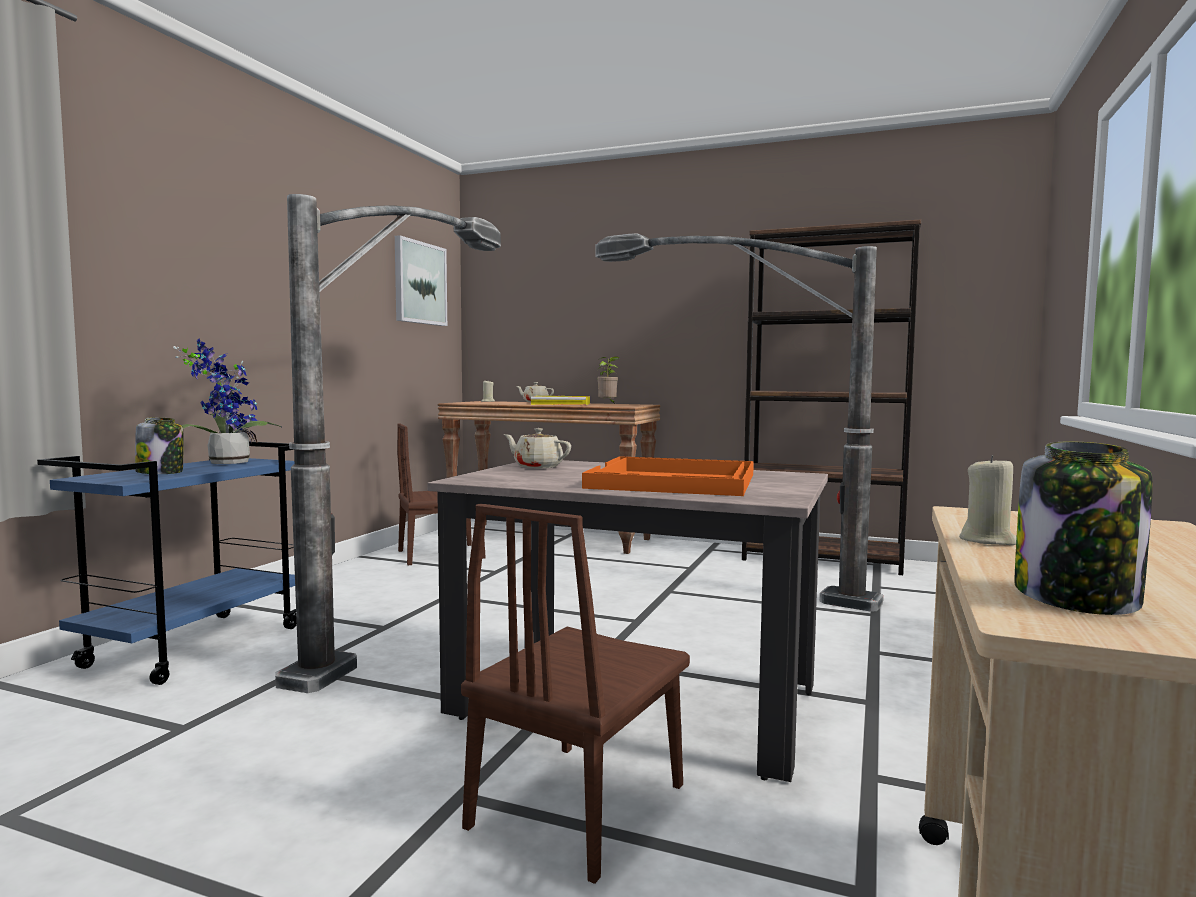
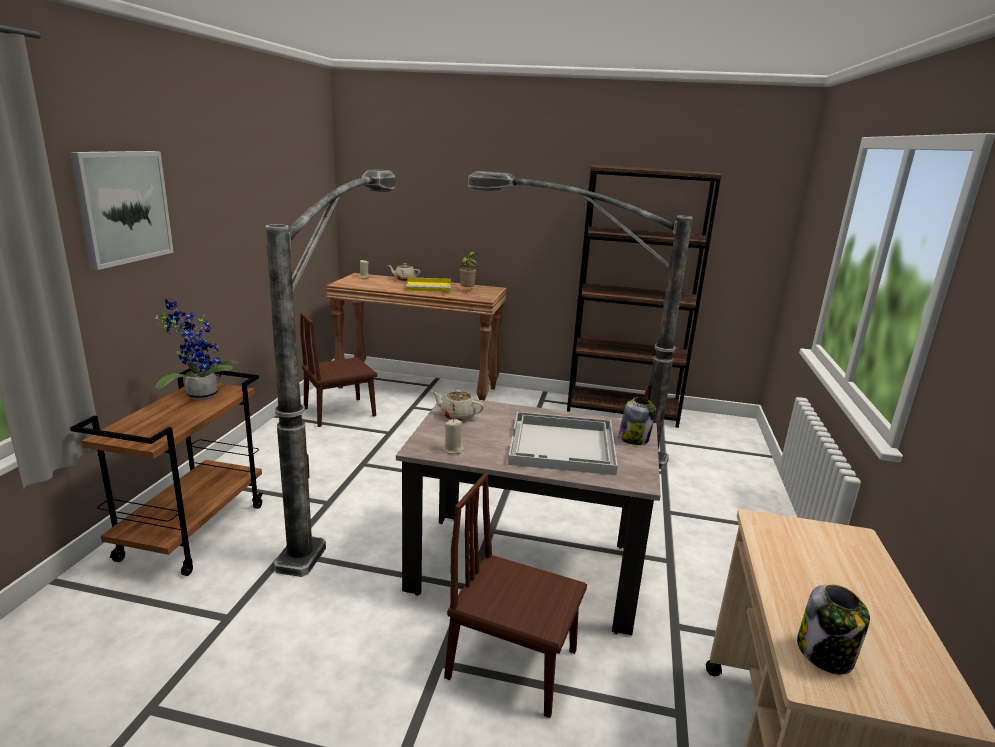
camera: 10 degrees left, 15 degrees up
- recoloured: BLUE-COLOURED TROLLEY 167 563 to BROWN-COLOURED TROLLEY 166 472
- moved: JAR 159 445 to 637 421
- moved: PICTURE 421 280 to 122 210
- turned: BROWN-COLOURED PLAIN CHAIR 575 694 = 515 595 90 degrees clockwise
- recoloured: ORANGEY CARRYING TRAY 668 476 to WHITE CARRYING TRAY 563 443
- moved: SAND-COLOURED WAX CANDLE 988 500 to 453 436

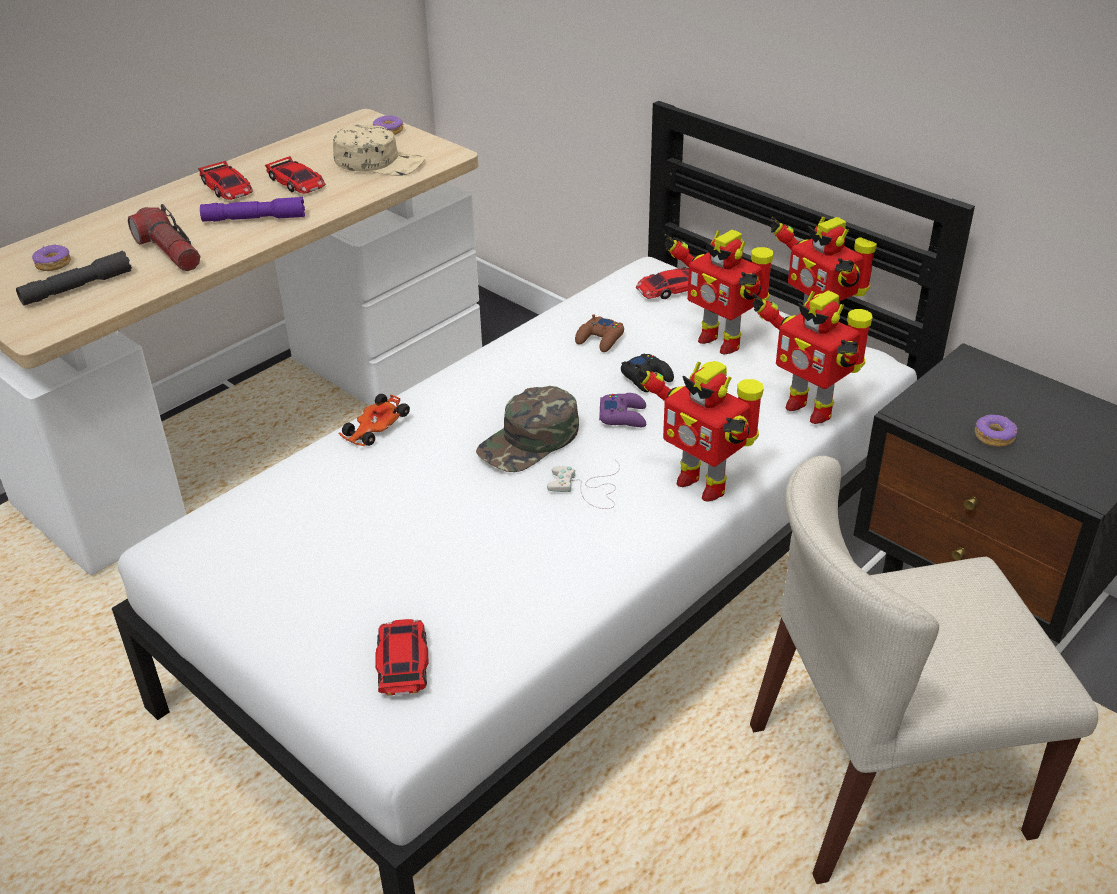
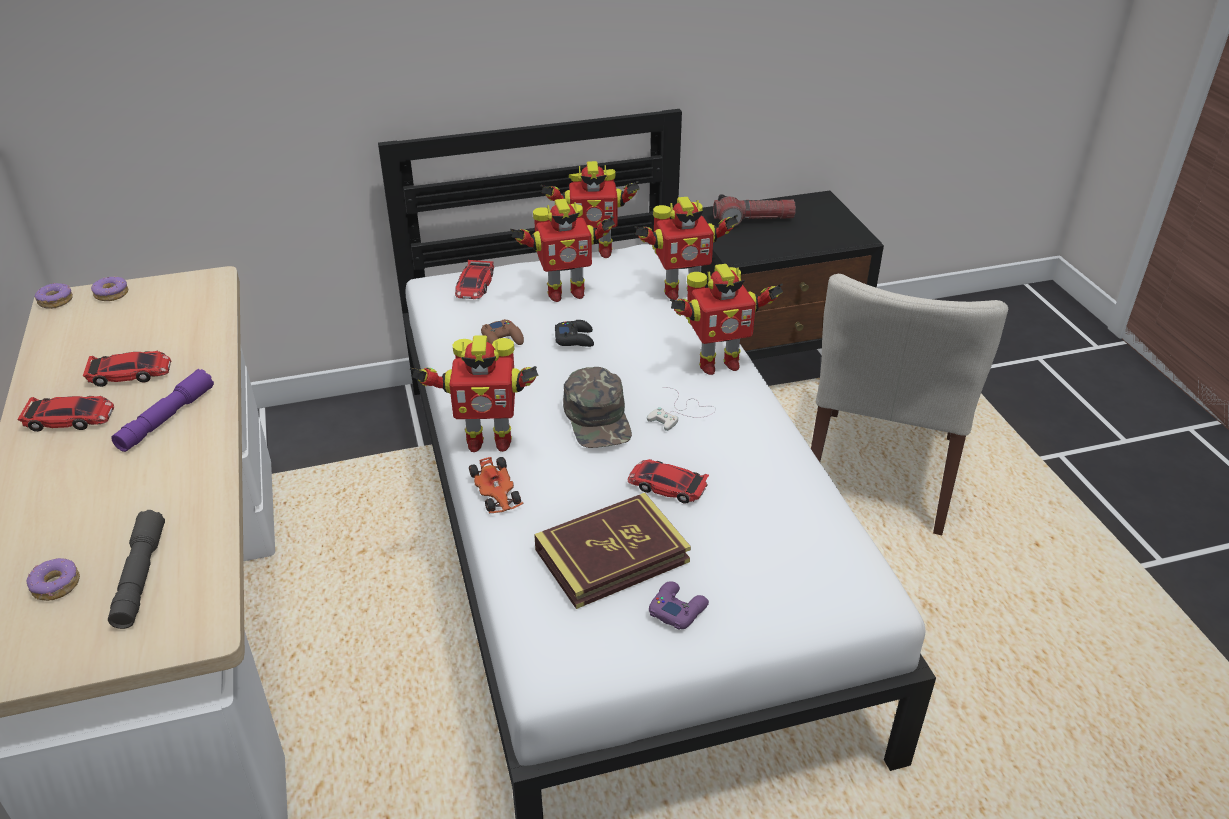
camera: 60 degrees left, 0 degrees up
- moved: HAND TORCH 164 237 to 754 210
- removed: SAND-COLOURED CAP 379 150
- moved: TOY CAR 402 657 to 668 481
- moved: PURPLISH JOYPAD 622 410 to 679 605
- moved: DOUGHNUT 996 431 to 54 296
- added: ROBOT FIGURE 474 393
- added: BOUND BOOK 612 551

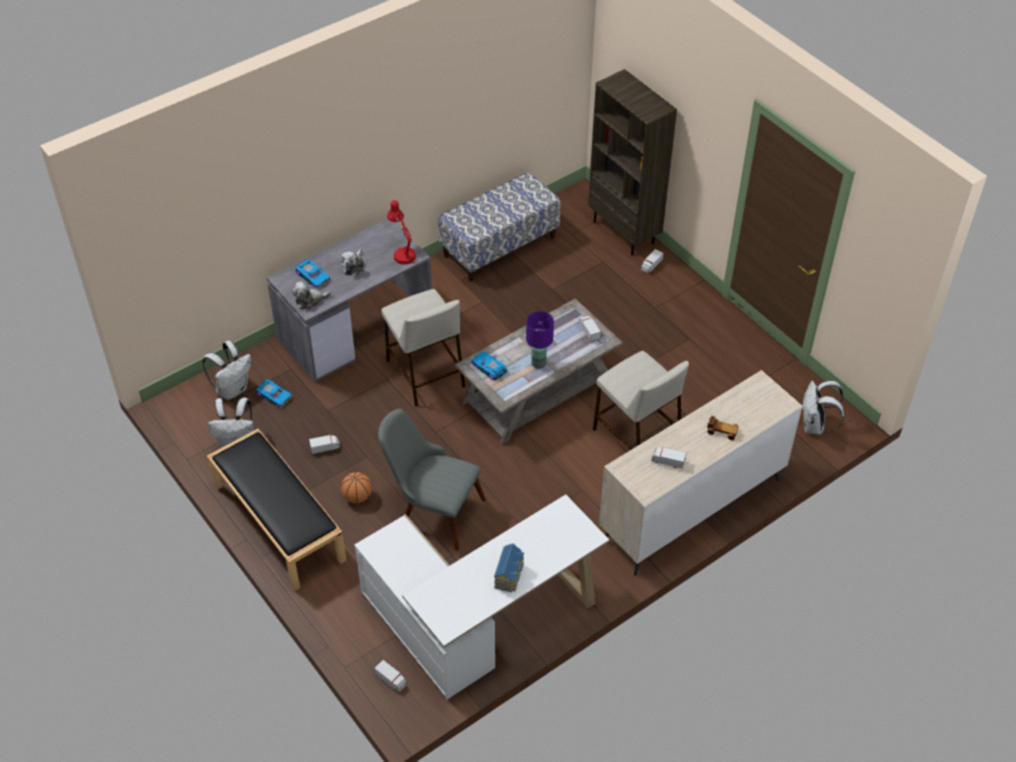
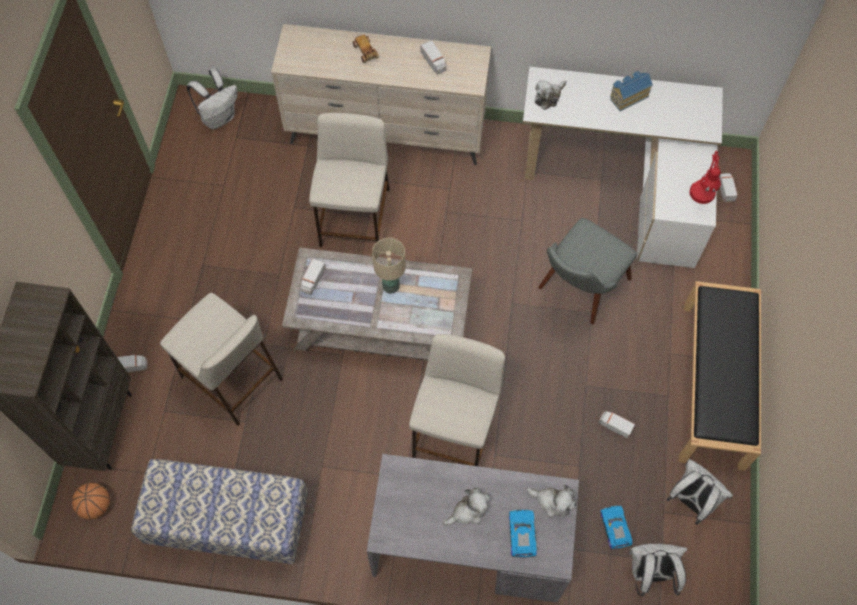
camera: 135 degrees left, 15 degrees up
- moved: BASKETBALL BALL 356 487 to 91 501
- turned: GREY PLAIN CHAIR 432 479 = 587 271 60 degrees clockwise
- moved: RED TABLETOP LAMP 401 232 to 705 177
- removed: TOY CAR 489 366
- recoloured: PURPLISH TABLETOP LAMP 540 340 to SAND-COLOURED TABLETOP LAMP 389 266
- added: SAND-COLOURED STOOL 221 359
- added: CUDDLY TOY 551 95

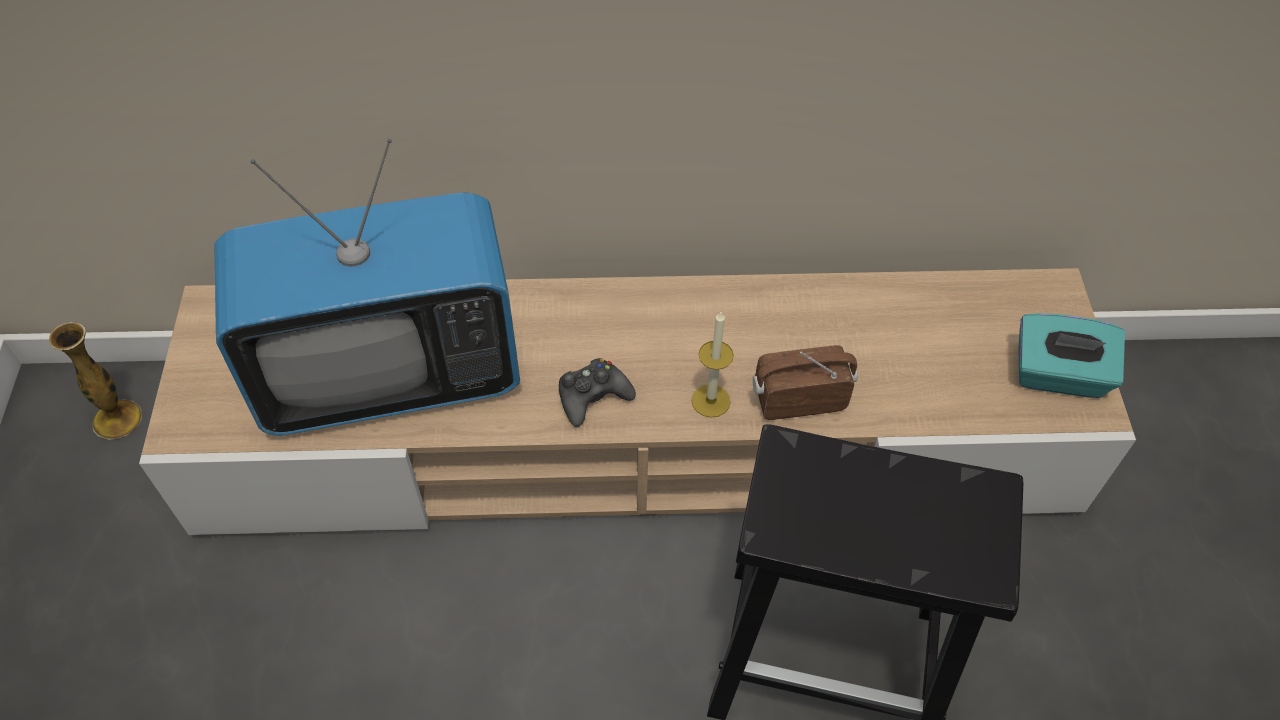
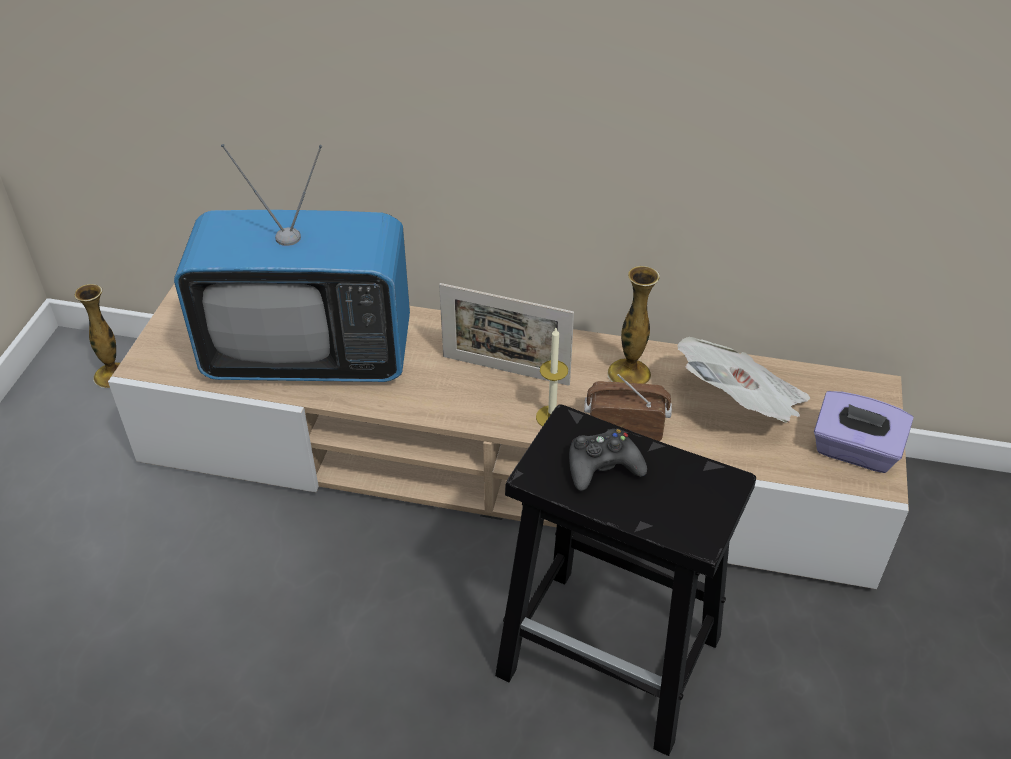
camera: 15 degrees right, 10 degrees down
- moved: BLACKISH JOYPAD 597 392 to 608 460
- recoloured: TURQUOISE-COLOURED TISSUE BOX 1071 355 to PURPLISH TISSUE BOX 864 432
- added: STANDING FRAME 506 334
- added: DECORATIVE VASE 634 325
- added: DAILY PAPER 743 380

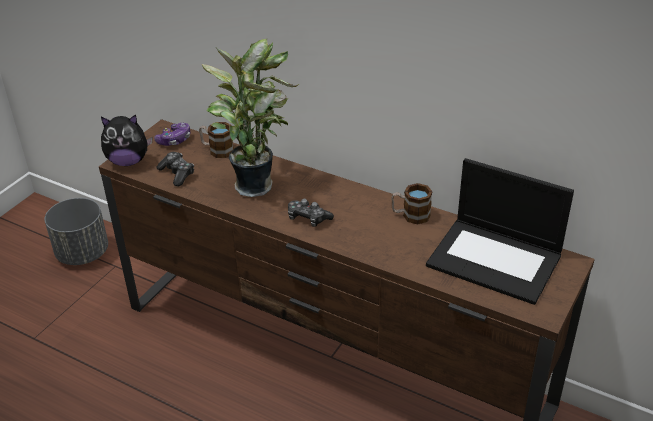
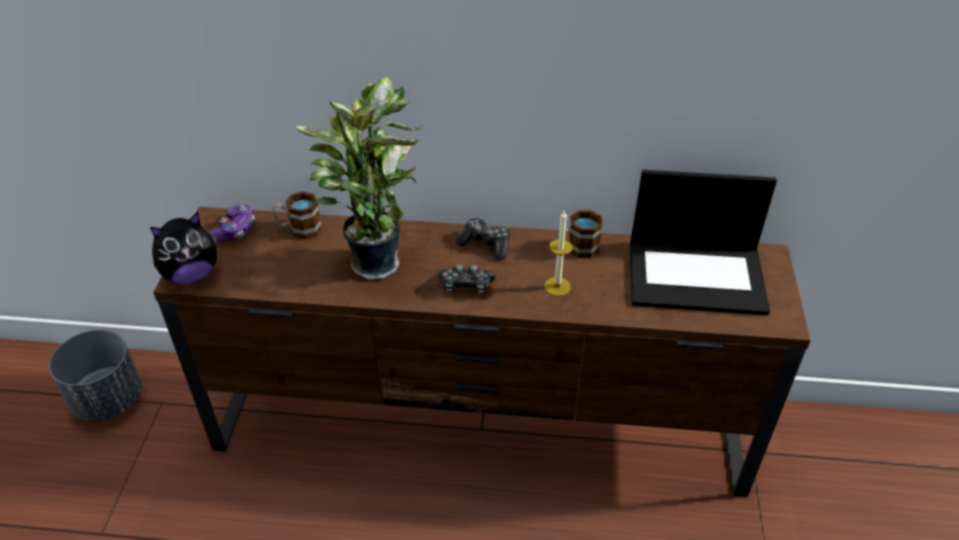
camera: 25 degrees left, 5 degrees up
- moved: JOYPAD 175 169 to 483 239
- added: WAX CANDLE 558 253

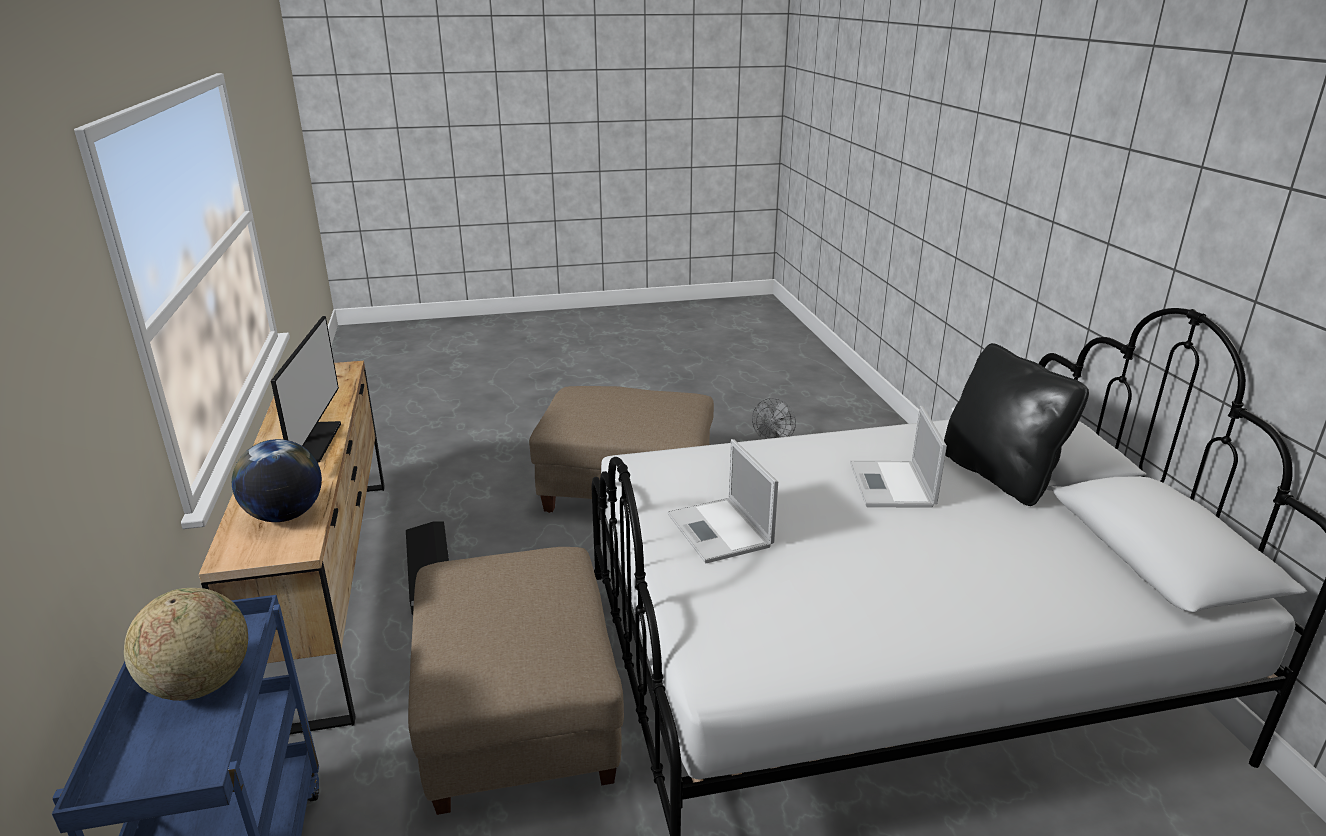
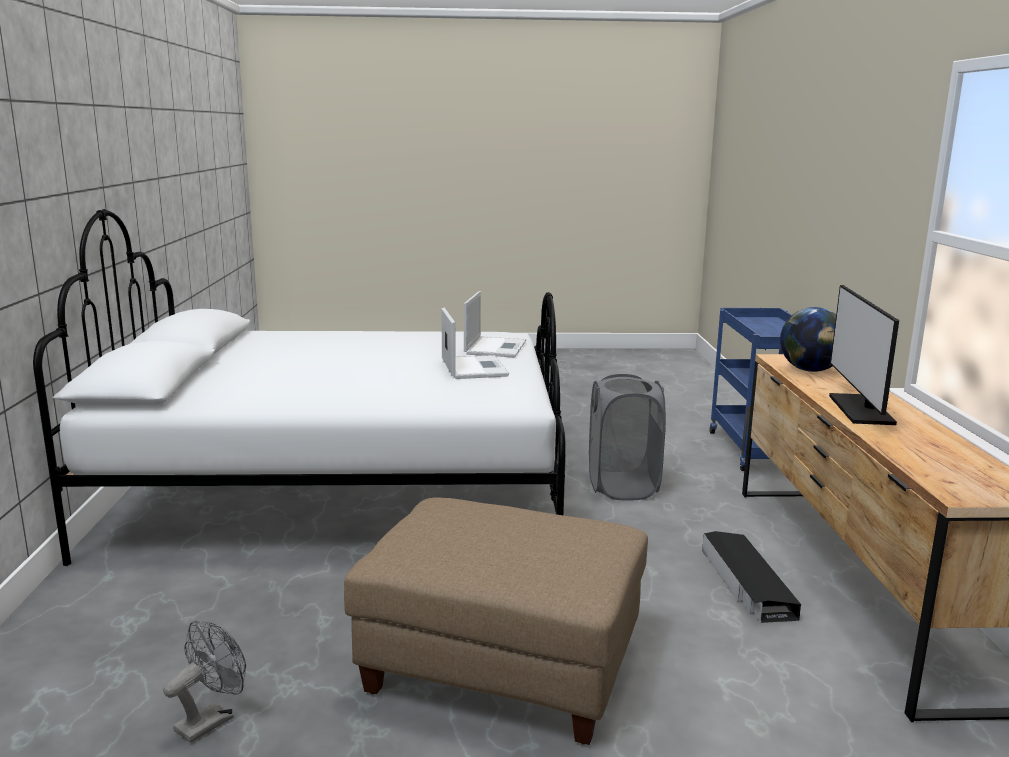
camera: 170 degrees left, 10 degrees down
- removed: DESK GLOBE 186 644
- replaced: SAND-COLOURED OTTOMAN 516 681 to GREY HAMPER 627 437
- moved: LAPTOP 898 457 to 495 324
- removed: BLACKISH THROW PILLOW 1016 424

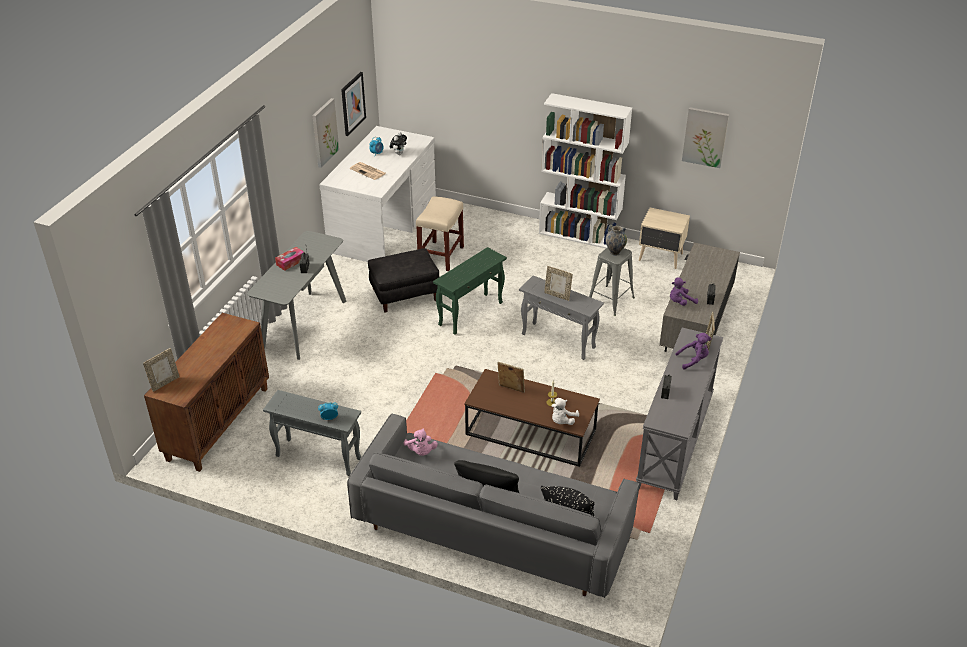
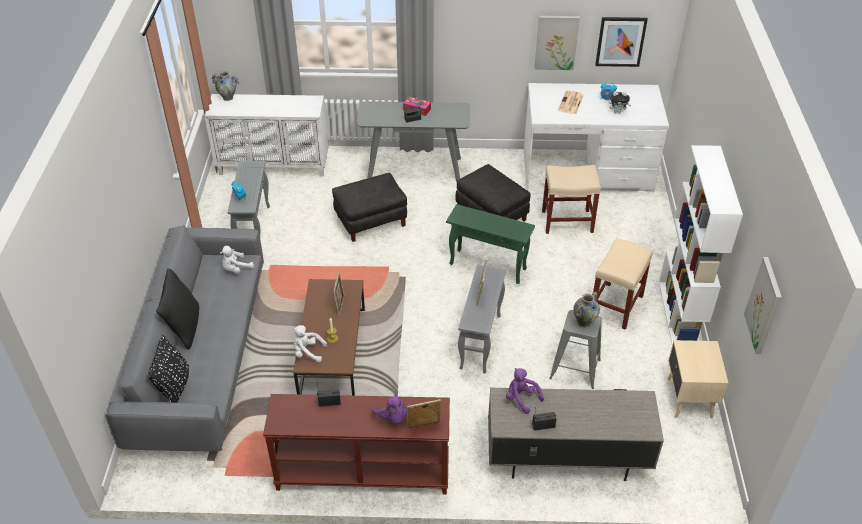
camera: 70 degrees right, 5 degrees up
- replaced: STANDING FRAME 161 370 to DECORATIVE VASE 225 86
- recoloured: BROWN-COLOURED CUPBOARD 206 392 to WHITE CUPBOARD 266 135
- recoloured: PINK-COLOURED CUDDLY TOY 420 442 to WHITE CUDDLY TOY 237 259
- recoloured: GREY CONSOLE TABLE 679 414 to BROWN-COLOURED CONSOLE TABLE 356 444
- added: BLACKISH OTTOMAN 369 207
- added: SAND-COLOURED STOOL 623 284

